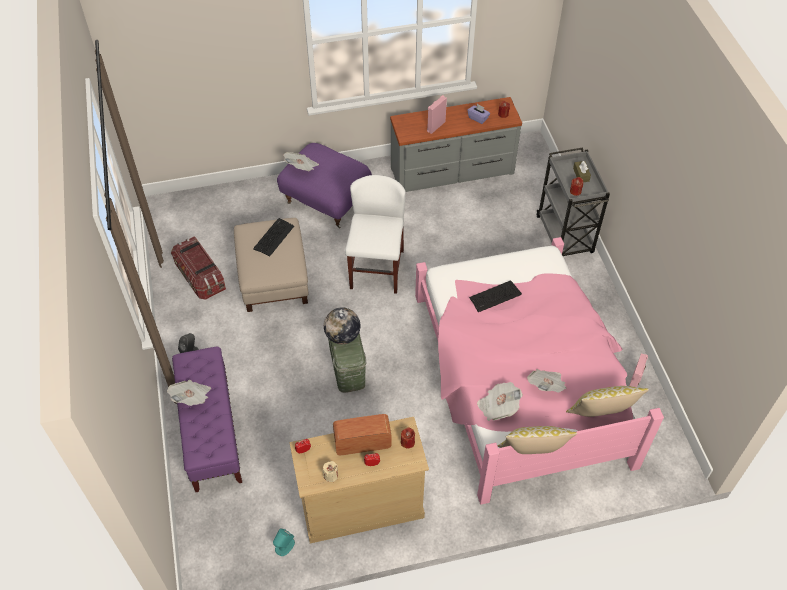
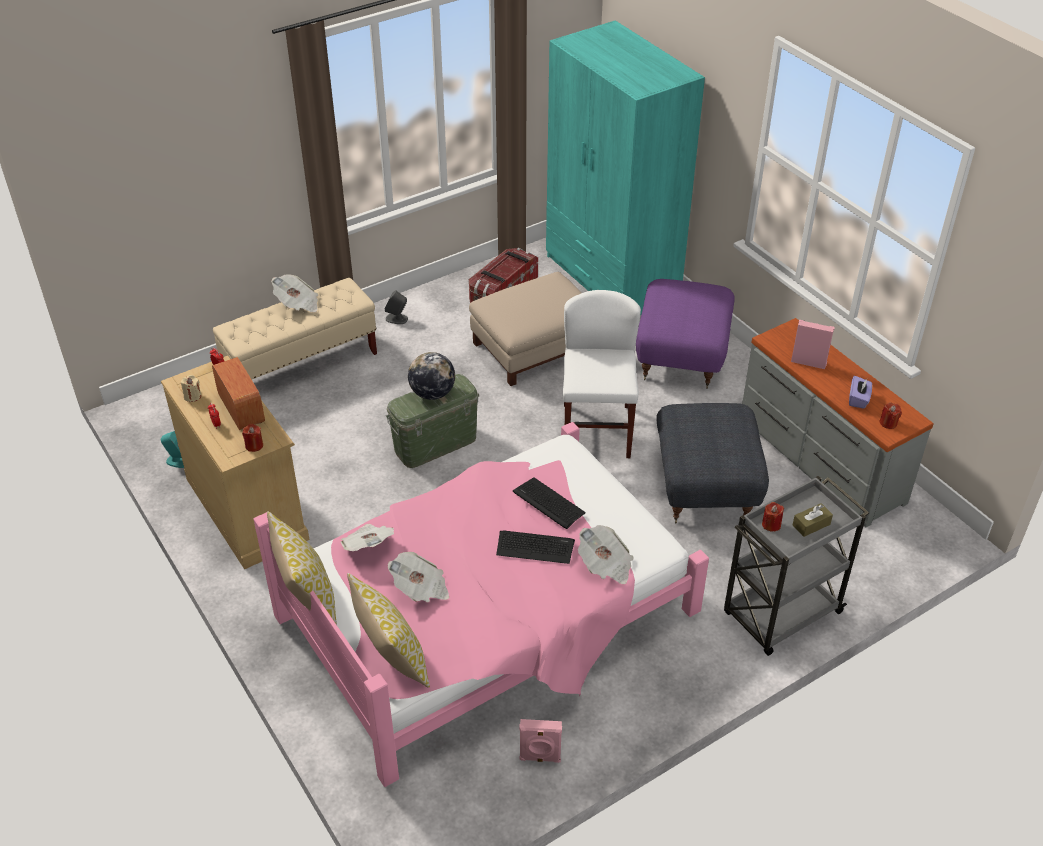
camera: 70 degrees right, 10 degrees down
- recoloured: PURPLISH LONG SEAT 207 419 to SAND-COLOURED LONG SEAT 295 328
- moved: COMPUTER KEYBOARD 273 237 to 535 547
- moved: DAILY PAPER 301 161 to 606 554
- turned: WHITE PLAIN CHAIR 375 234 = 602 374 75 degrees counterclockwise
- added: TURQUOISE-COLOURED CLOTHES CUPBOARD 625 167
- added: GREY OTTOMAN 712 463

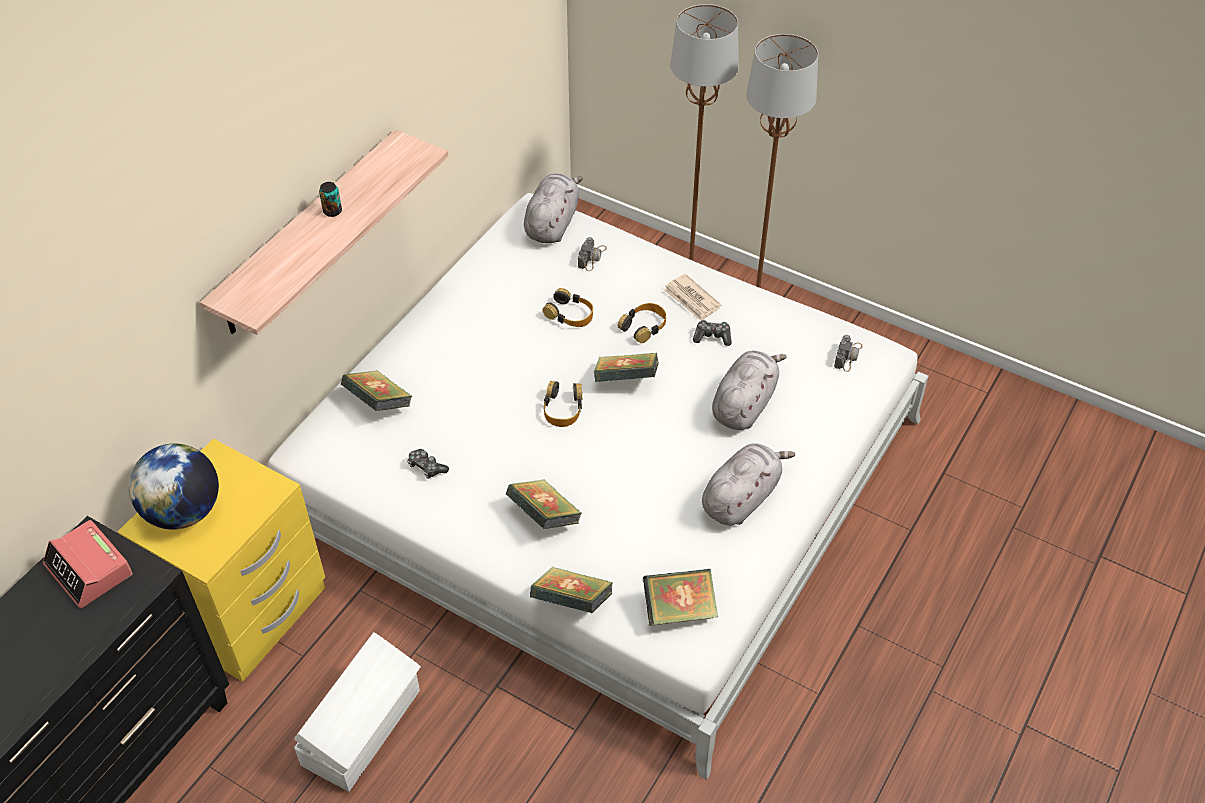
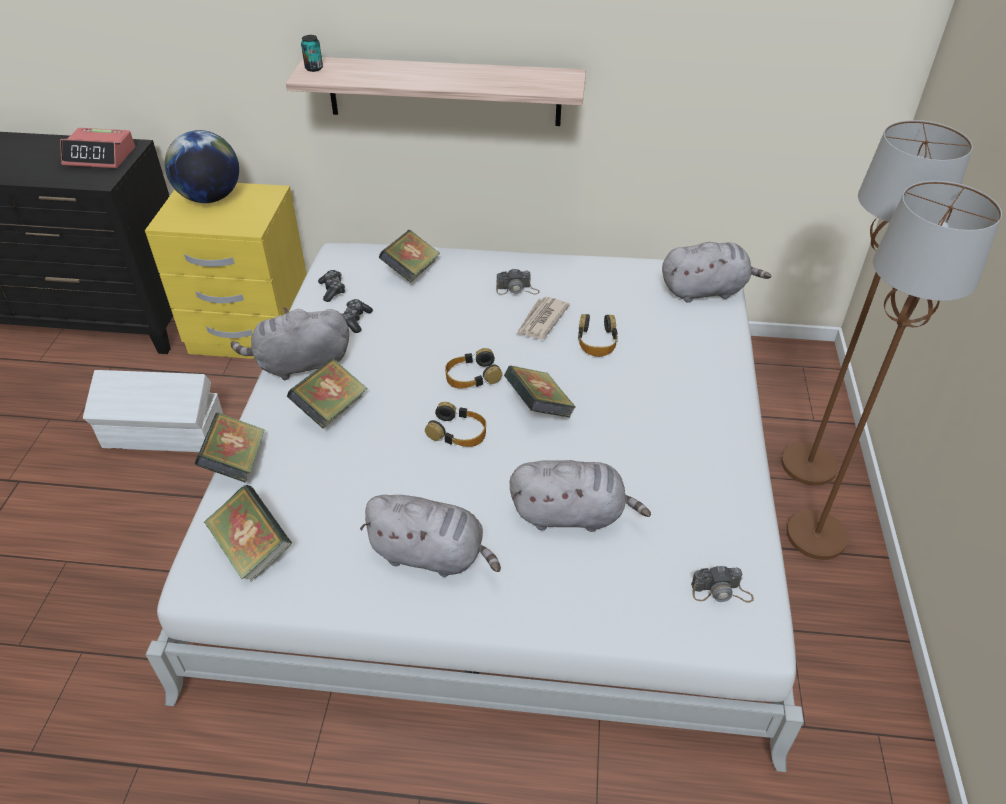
camera: 65 degrees right, 5 degrees down
- turned: TABLE CLOCK 88 564 = 97 148 105 degrees counterclockwise
- moved: METAL CAN 330 199 to 312 53
- moved: STILL CAMERA 592 254 to 517 281
- moved: HEADPHONES 642 323 to 455 424
- moved: DAILY PAPER 693 297 to 543 318
- moved: JOYPAD 712 333 to 331 286
- added: GREY CUDDLY TOY 290 344

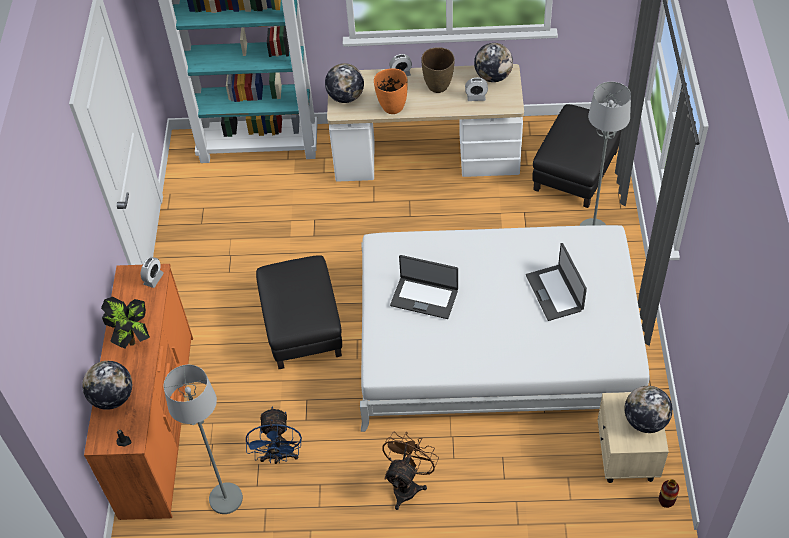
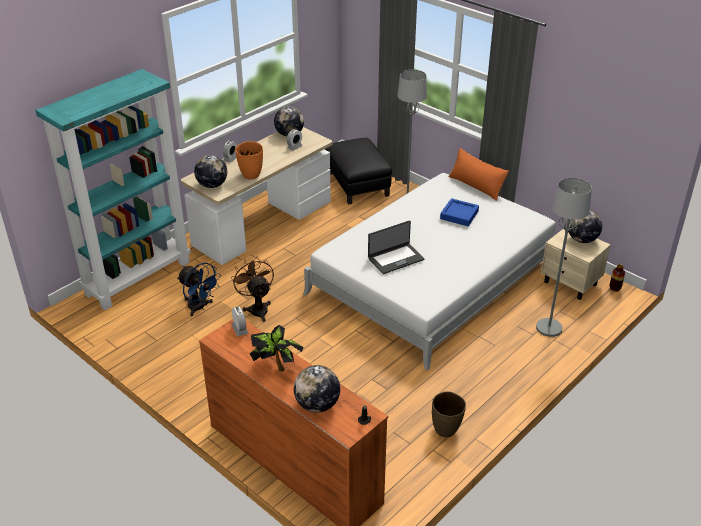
camera: 50 degrees left, 15 degrees down
- moved: GREY STANDING LAMP 203 439 to 564 257
- moved: BLUE-COLOURED ELECTRIC FAN 274 435 to 199 289
- removed: BLACKISH OTTOMAN 299 312
- moved: BROWN-COLOURED ELECTRIC FAN 410 471 to 252 289
- moved: BROWN-COLOURED DECORATIVE VASE 438 70 to 449 414
- replaced: LAPTOP 556 282 to BLUE-COLOURED CARRYING TRAY 459 212
- added: ORANGEY THROW PILLOW 479 174

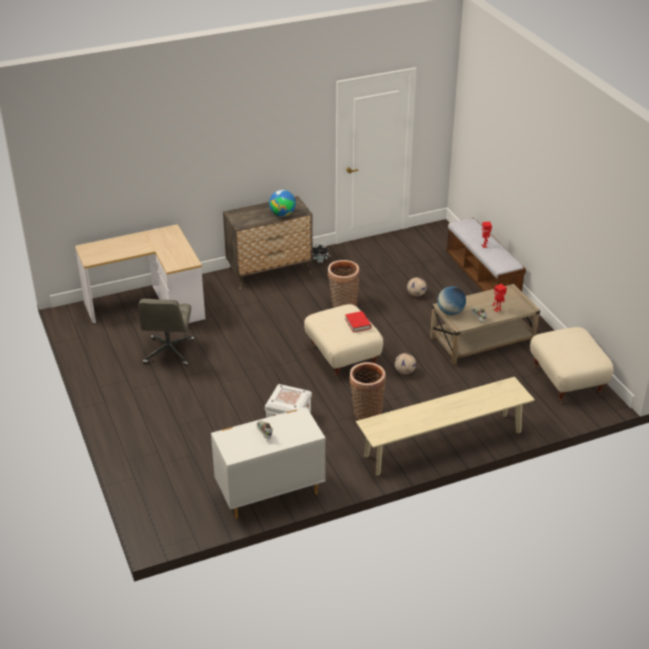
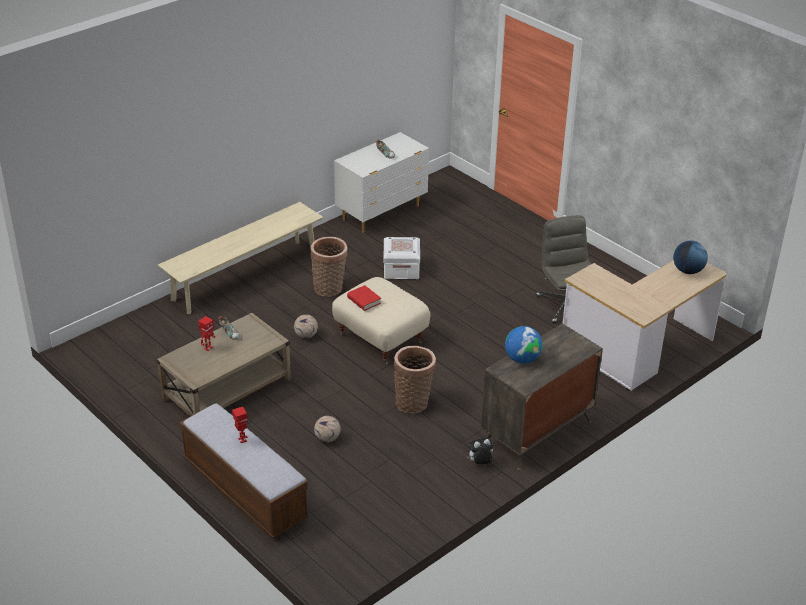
camera: 160 degrees right, 0 degrees up
- moved: DESK GLOBE 451 300 to 690 257
- removed: SAND-COLOURED OTTOMAN 572 365

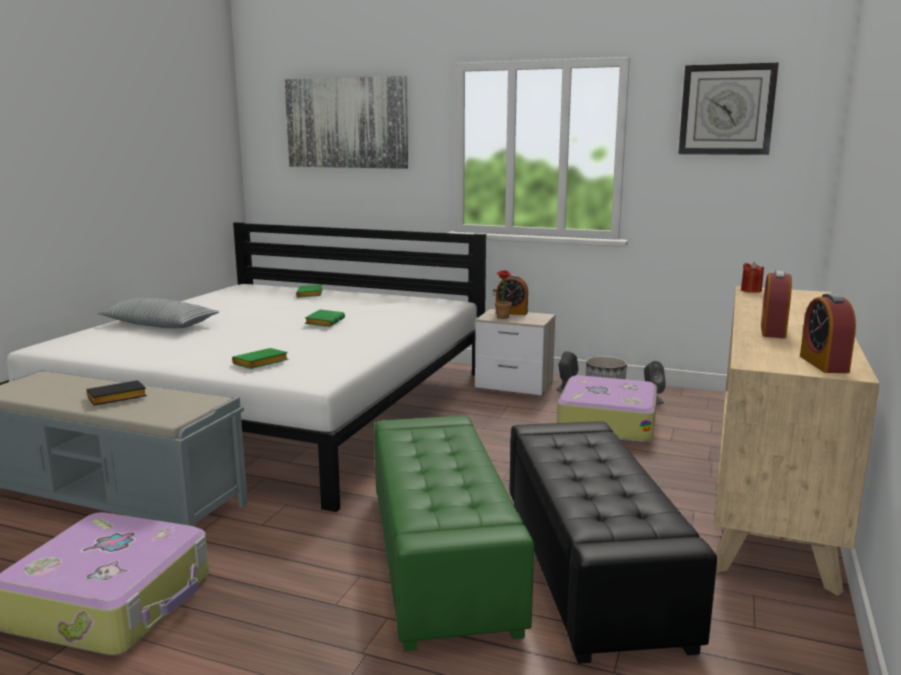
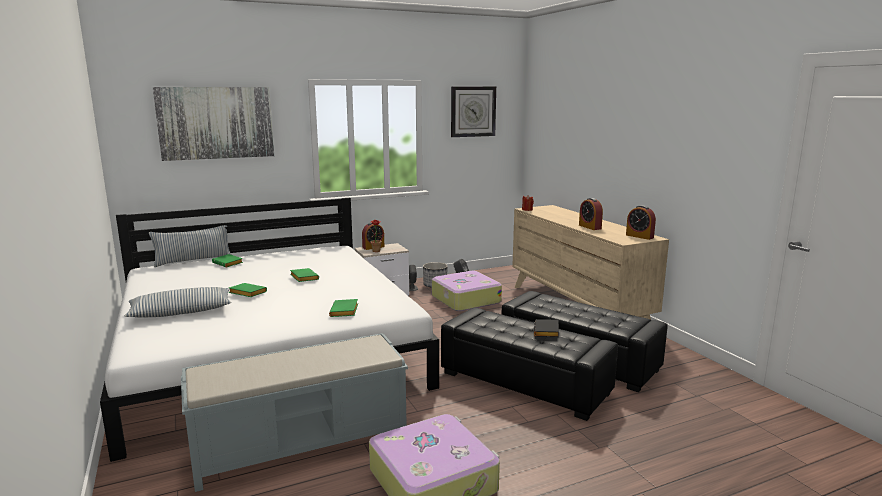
camera: 45 degrees left, 0 degrees up
- moved: BLACKISH BOUND BOOK 116 393 to 546 328
- recoloured: GREEN OTTOMAN 454 533 to BLACKISH OTTOMAN 529 364
- added: THROW PILLOW 190 246
- added: GREEN BOUND BOOK 248 290

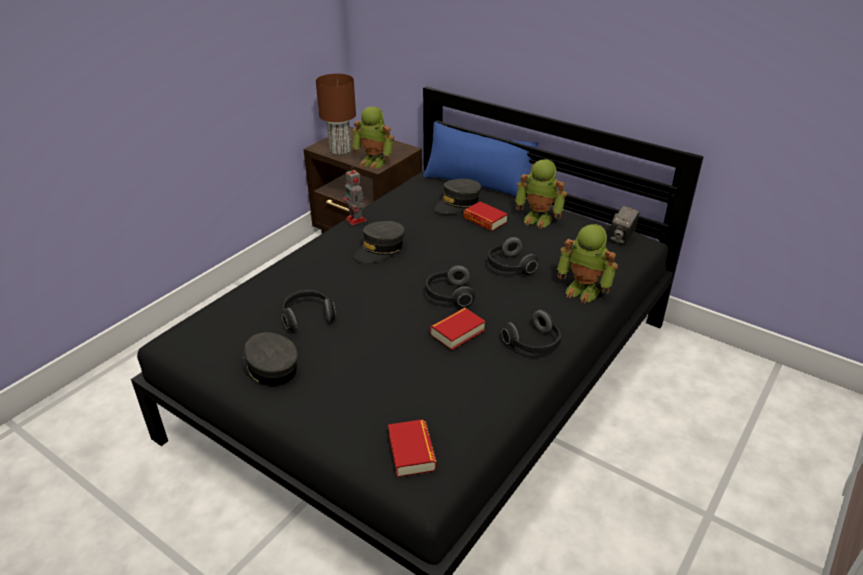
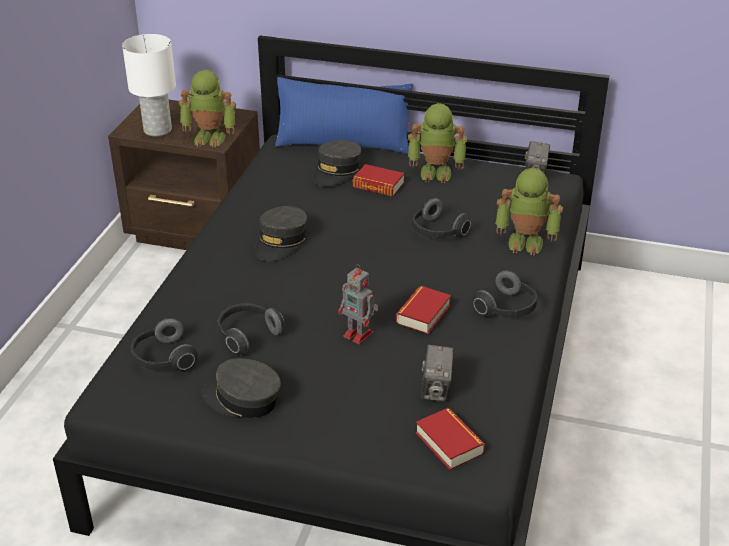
camera: 20 degrees left, 0 degrees up
- recoloured: BROWN-COLOURED TABLETOP LAMP 336 114 to WHITE TABLETOP LAMP 149 85
- moved: ROBOT FIGURE 354 195 to 358 304
- moved: HEADPHONES 450 286 to 164 344
- added: STILL CAMERA 437 373

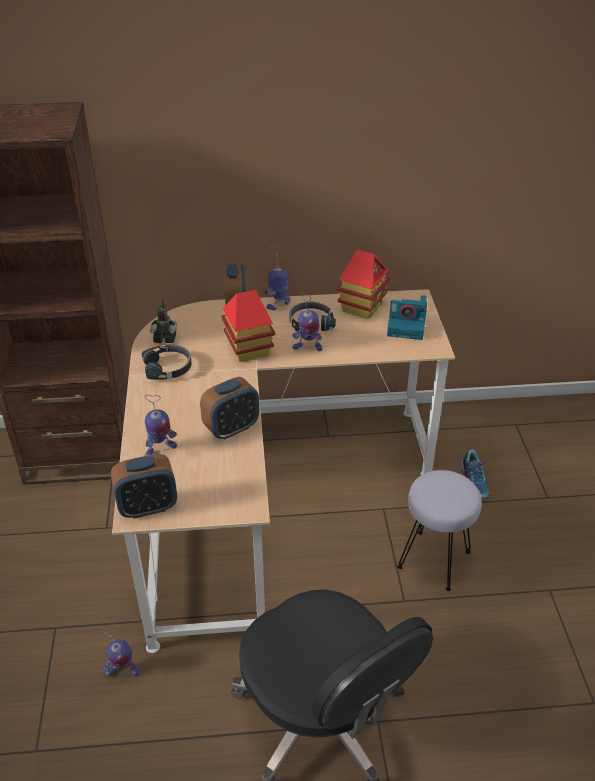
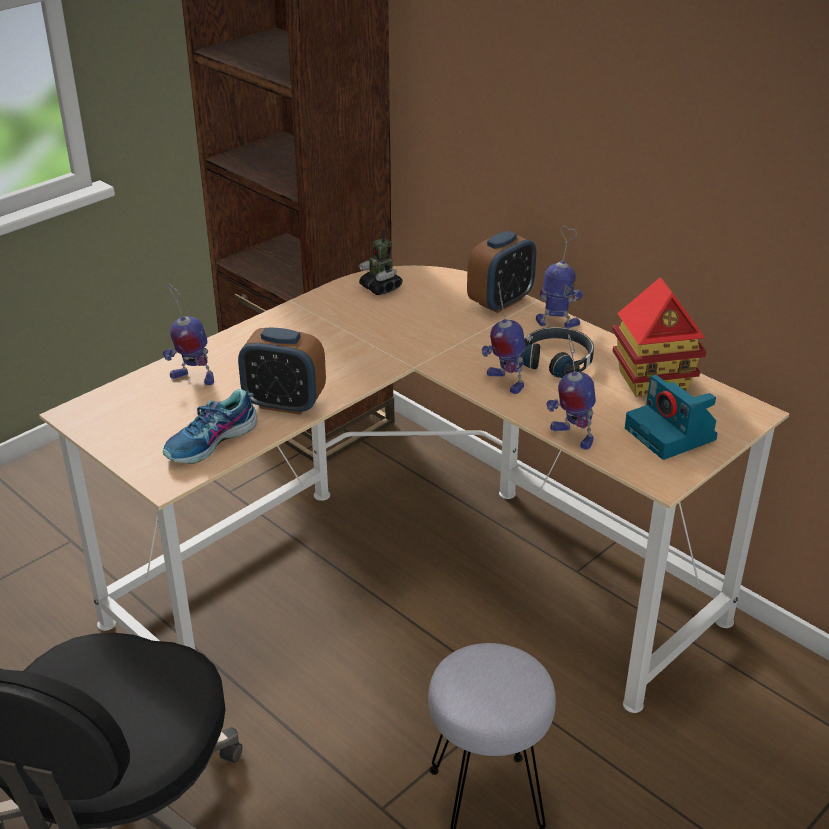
camera: 50 degrees right, 5 degrees down
- moved: ROBOT FIGURE 121 654 to 571 392
- removed: TABLE CLOCK 144 486
- removed: BLACKISH HEADPHONES 167 362
- removed: MINIATURE HOUSE 248 326
- moved: SHOE 474 473 to 210 426

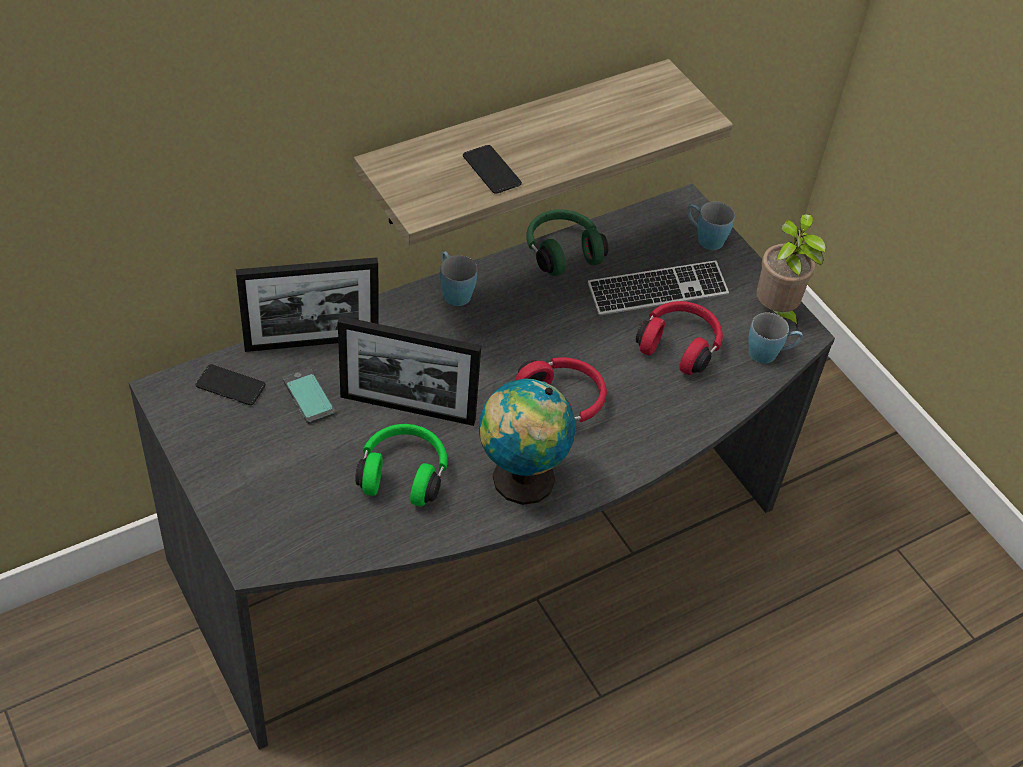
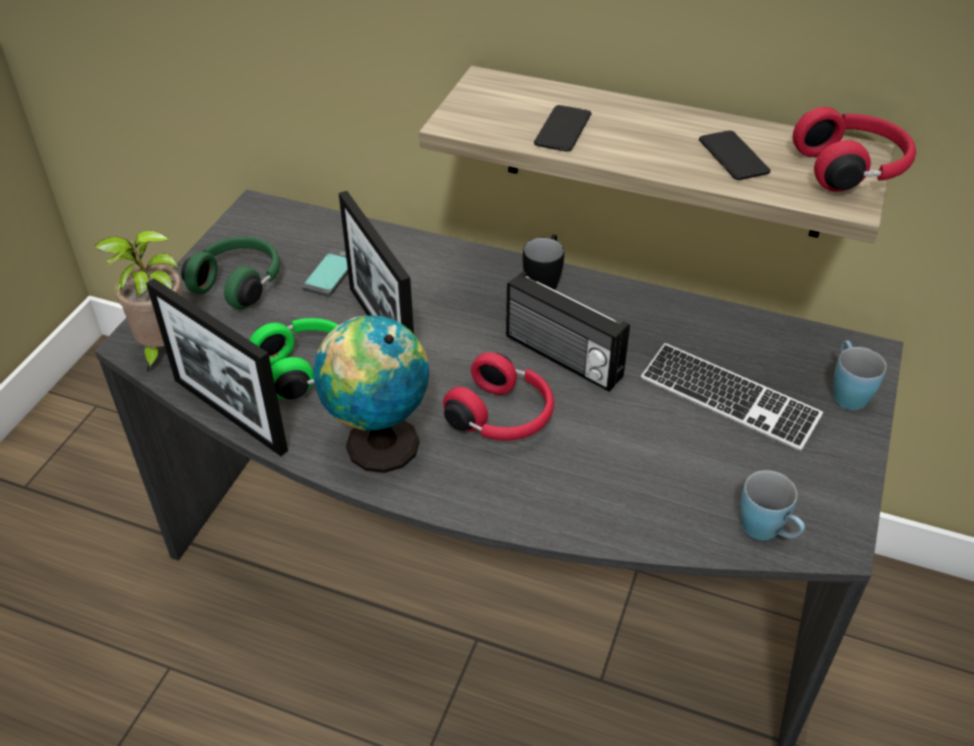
camera: 55 degrees right, 5 degrees down
- moved: PHONE 231 384 to 735 155
- moved: STANDING FRAME 307 304 to 217 367
- recoloured: BLUE-COLOURED MUG 458 278 to BLACKISH MUG 543 262
- moved: GREEN HEADPHONES 567 242 to 230 272
- moved: RED HEADPHONES 679 338 to 854 149
- moved: HOUSEPLANT 791 271 to 137 302
- added: RADIO SET 568 331

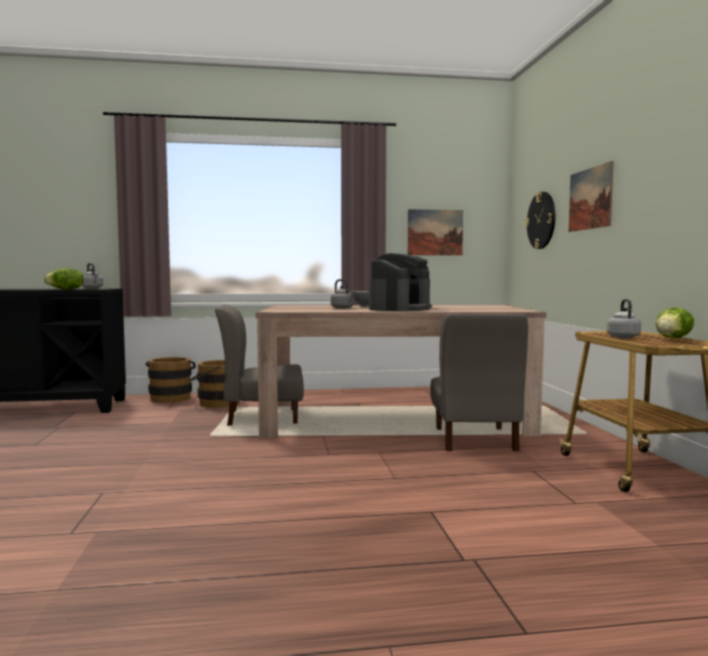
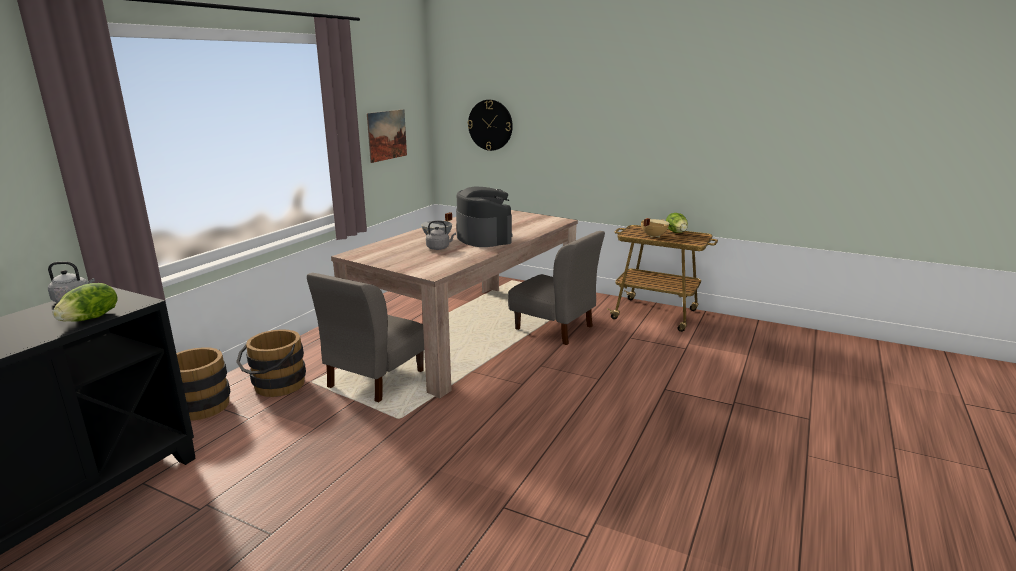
camera: 55 degrees left, 15 degrees up
- removed: PICTURE 591 196
- replaced: GREY KETTLE 624 318 to SAND-COLOURED SAUCEPOT 655 228

